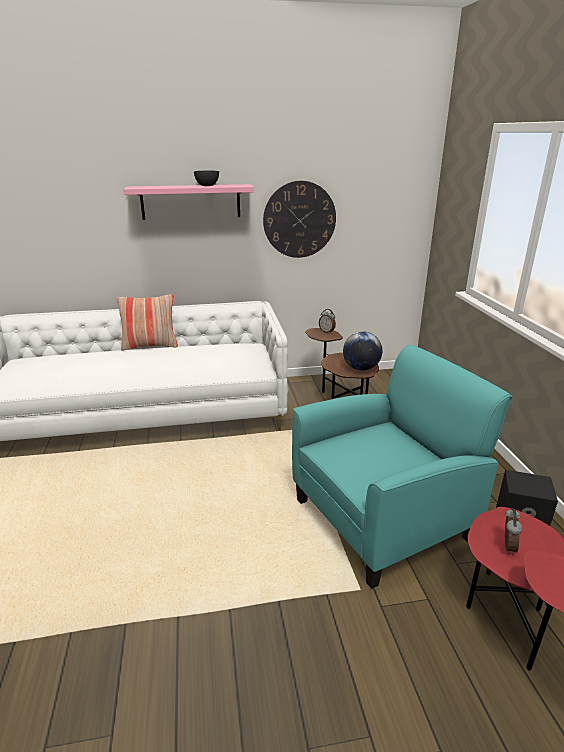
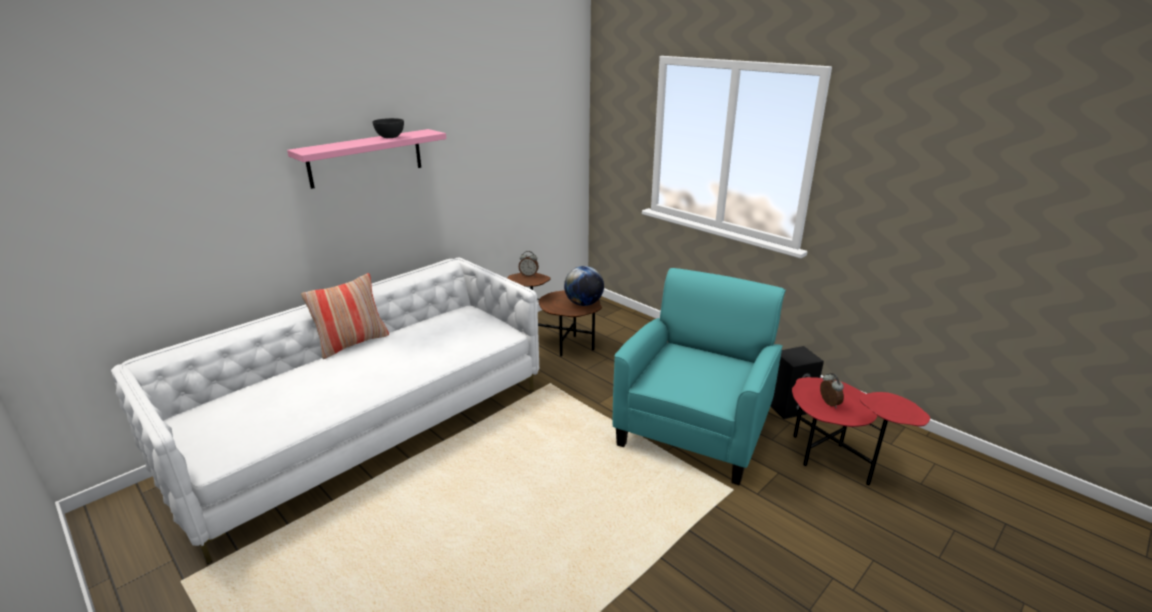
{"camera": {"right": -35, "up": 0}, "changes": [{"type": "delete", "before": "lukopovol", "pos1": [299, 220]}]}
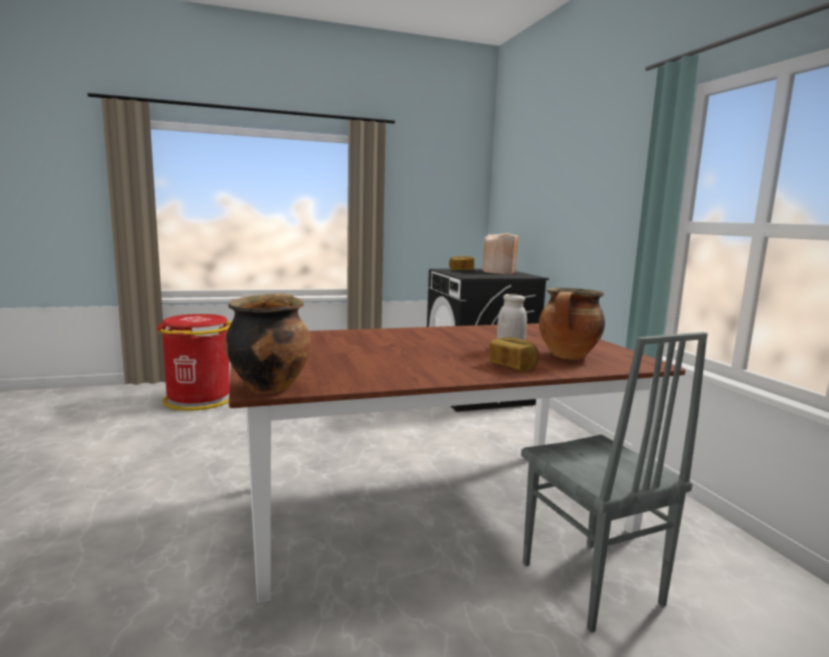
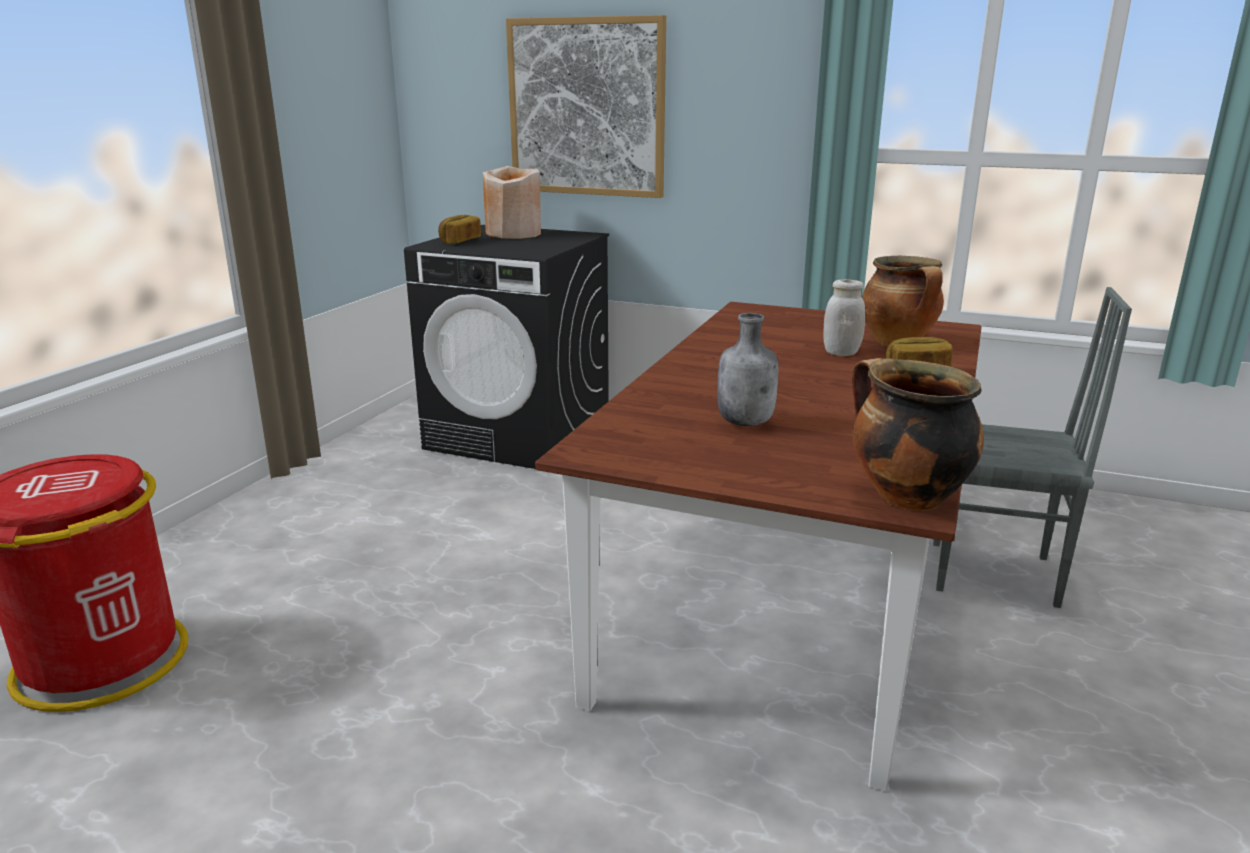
{"camera": {"right": -50, "up": 10}, "changes": [{"type": "insert", "after": "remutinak", "pos2": [586, 108]}, {"type": "insert", "after": "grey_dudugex", "pos2": [746, 422]}]}
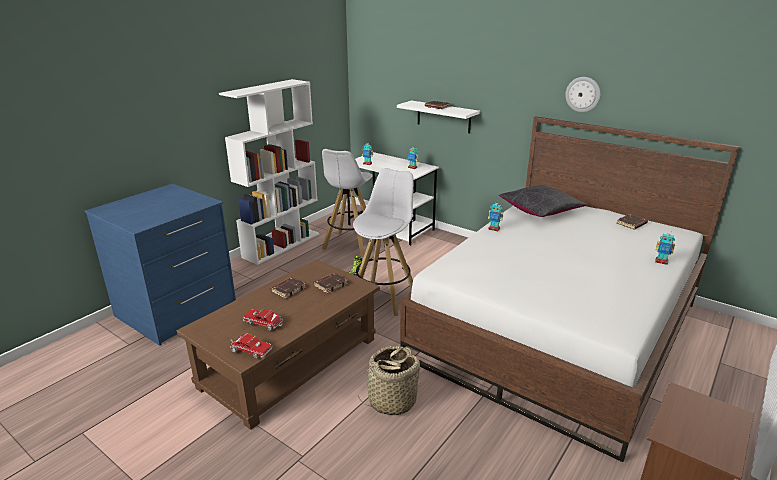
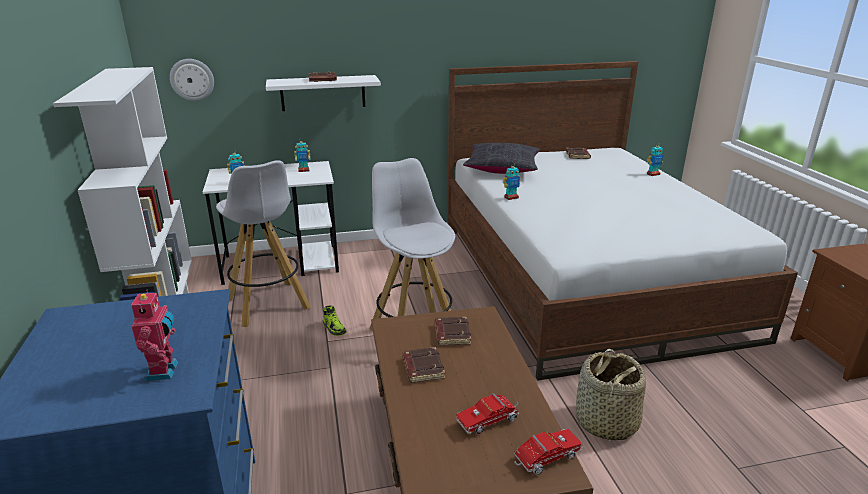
{"camera": {"right": -50, "up": 0}, "changes": [{"type": "insert", "after": "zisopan", "pos2": [164, 371]}, {"type": "move", "before": "lukopovol", "pos1": [583, 94], "pos2": [192, 79]}]}
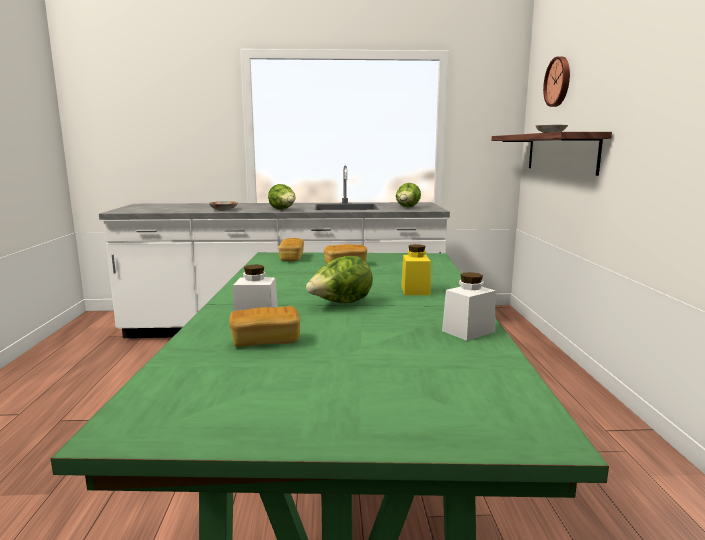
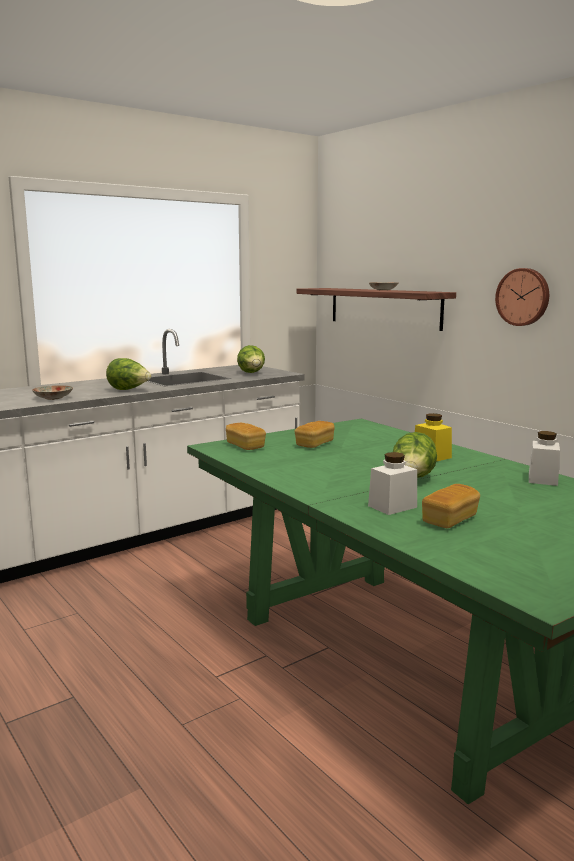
{"camera": {"right": -35, "up": 0}, "changes": [{"type": "move", "before": "lukopovol", "pos1": [559, 82], "pos2": [523, 297]}]}
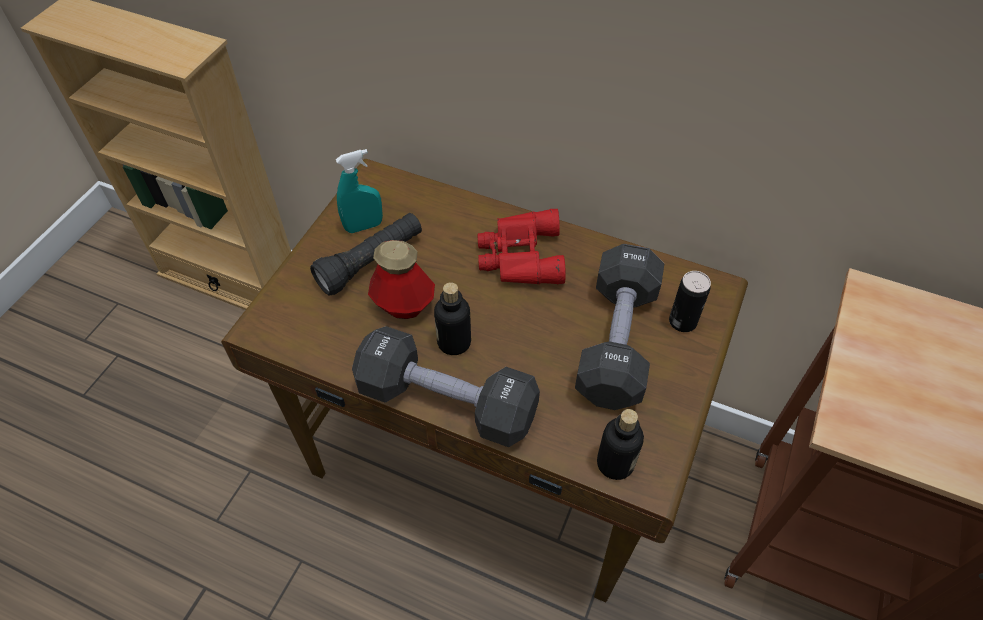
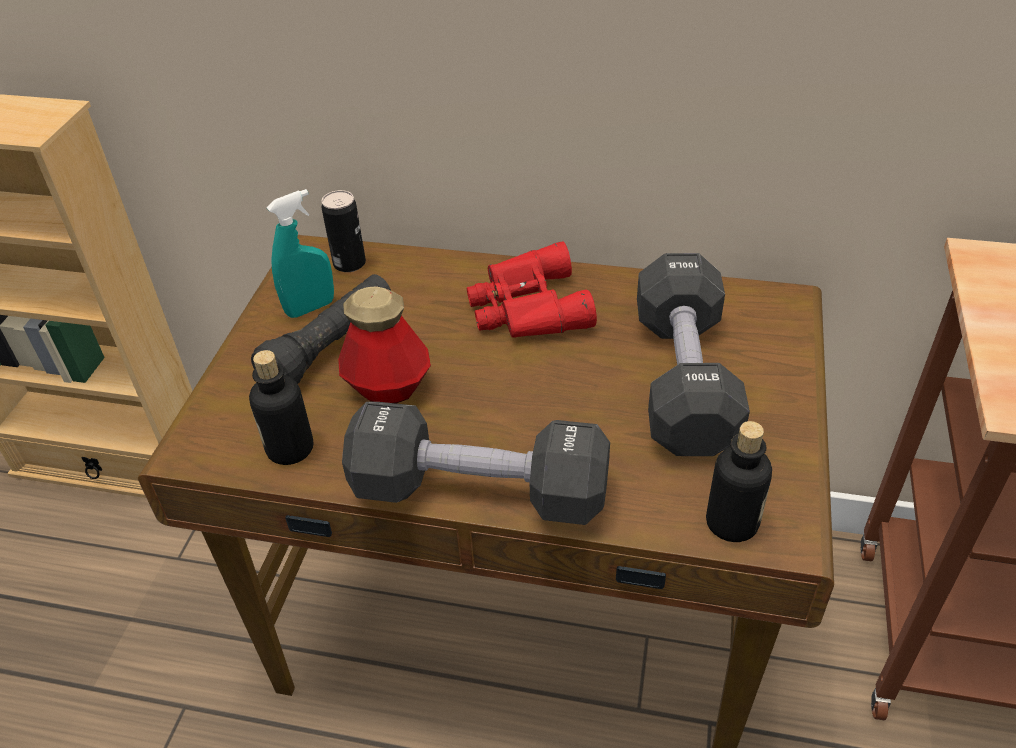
{"camera": {"right": -10, "up": -10}, "changes": [{"type": "move", "before": "dudugex", "pos1": [454, 342], "pos2": [290, 448]}, {"type": "move", "before": "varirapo", "pos1": [682, 321], "pos2": [349, 263]}]}
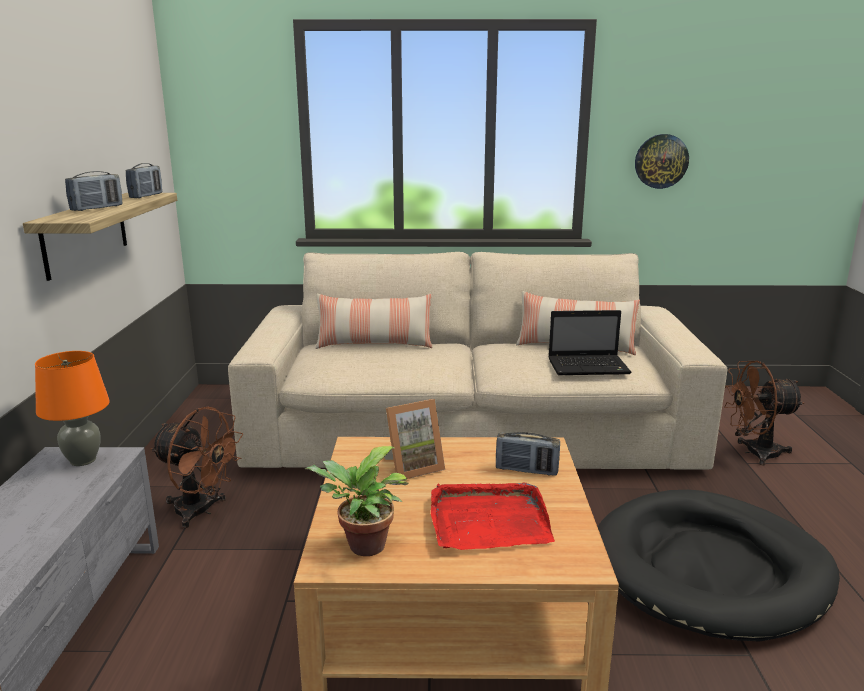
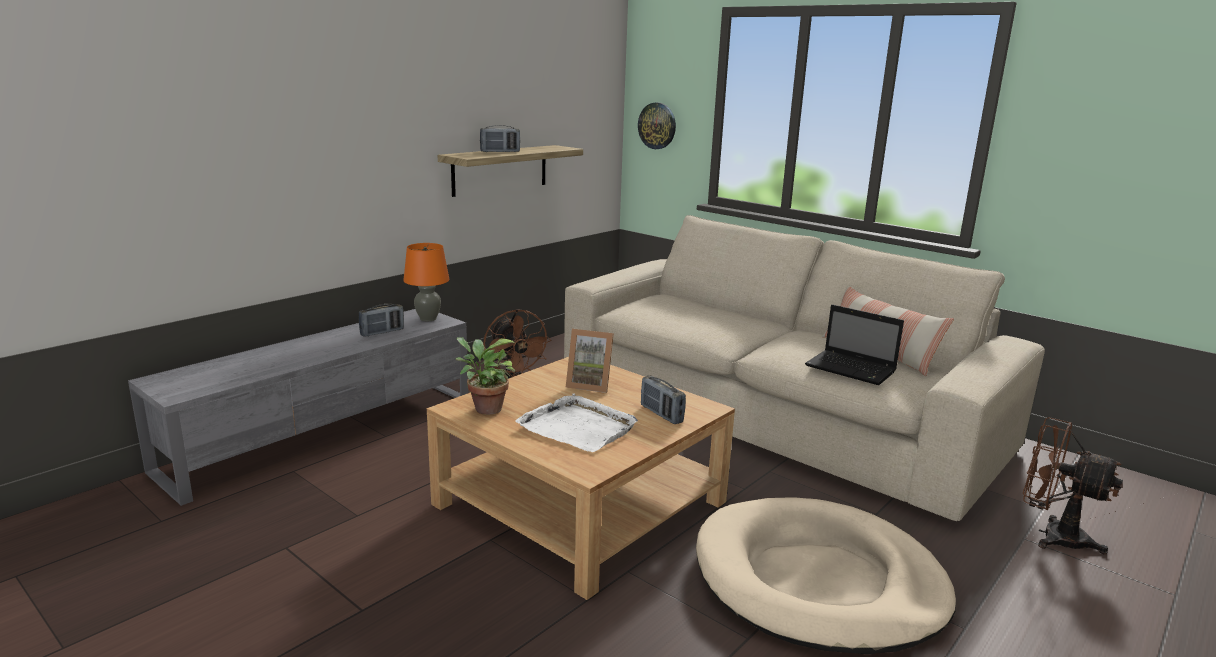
{"camera": {"right": 40, "up": 0}, "changes": [{"type": "delete", "before": "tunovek", "pos1": [374, 344]}, {"type": "move", "before": "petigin", "pos1": [146, 196], "pos2": [382, 332]}, {"type": "move", "before": "lukopovol", "pos1": [661, 161], "pos2": [657, 126]}, {"type": "recolor", "before": "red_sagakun", "after": "white_sagakun", "pos1": [488, 520], "pos2": [578, 427]}, {"type": "recolor", "before": "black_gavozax", "after": "beige_gavozax", "pos1": [710, 569], "pos2": [818, 581]}]}
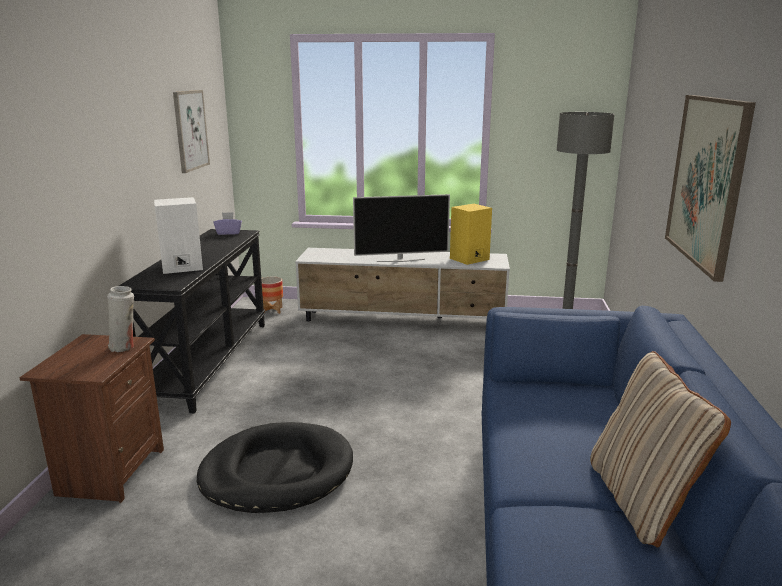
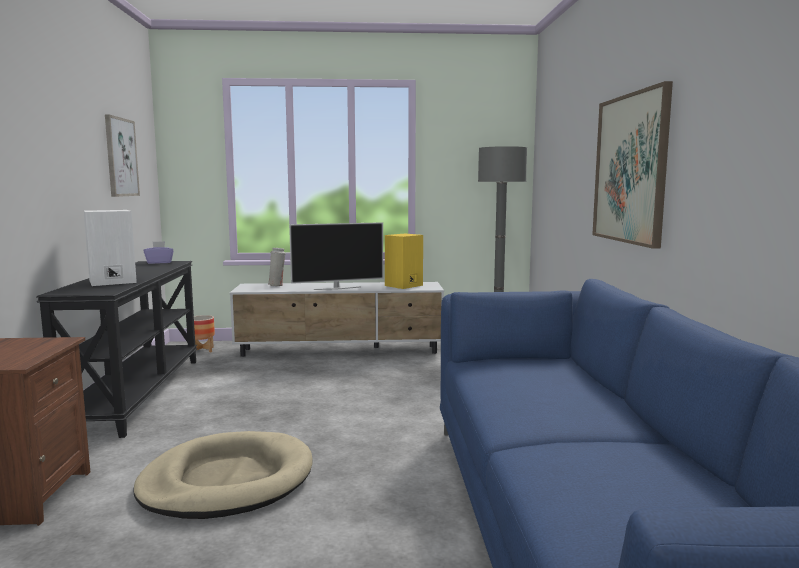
{"camera": {"right": -10, "up": -10}, "changes": [{"type": "delete", "before": "beige_tunovek", "pos1": [642, 500]}, {"type": "move", "before": "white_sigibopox", "pos1": [124, 347], "pos2": [277, 285]}, {"type": "recolor", "before": "black_gavozax", "after": "beige_gavozax", "pos1": [277, 472], "pos2": [227, 481]}]}
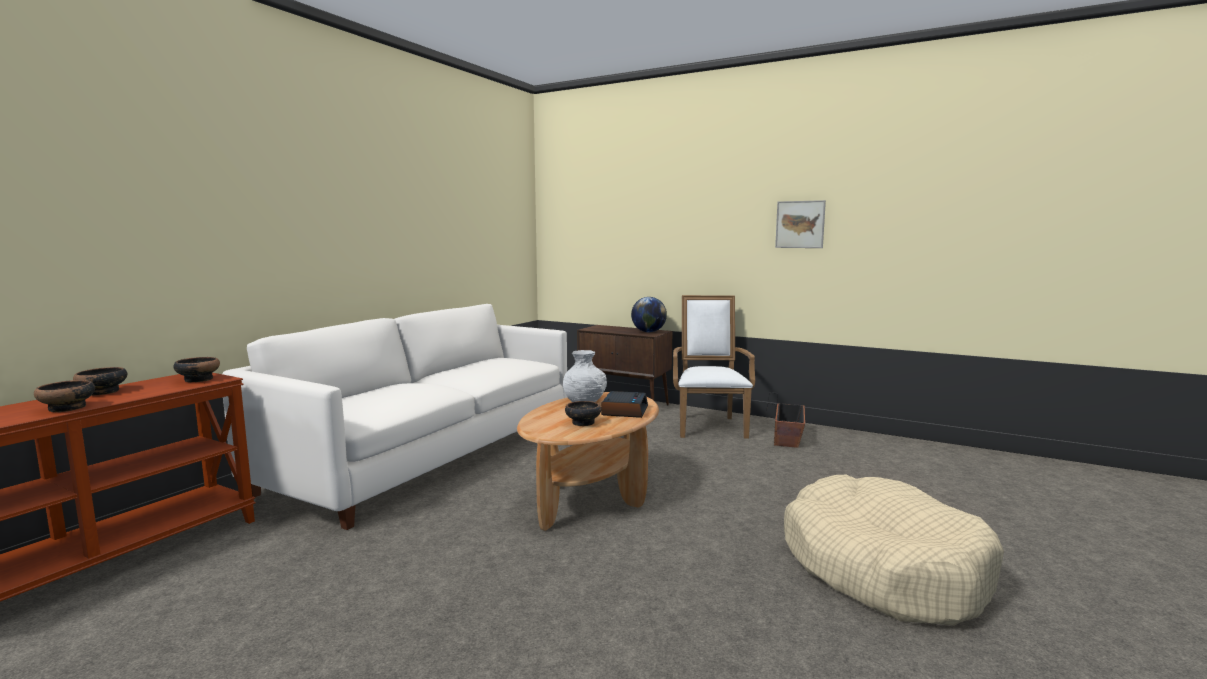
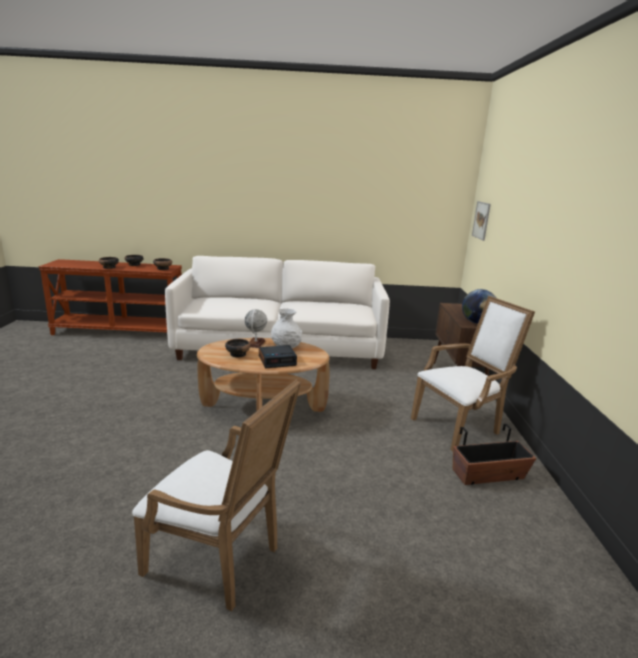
{"camera": {"right": 60, "up": 10}, "changes": [{"type": "insert", "after": "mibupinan", "pos2": [255, 343]}, {"type": "move", "before": "remutinak", "pos1": [800, 224], "pos2": [481, 220]}, {"type": "replace", "before": "beige_gavozax", "after": "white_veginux", "pos1": [882, 568], "pos2": [220, 561]}]}
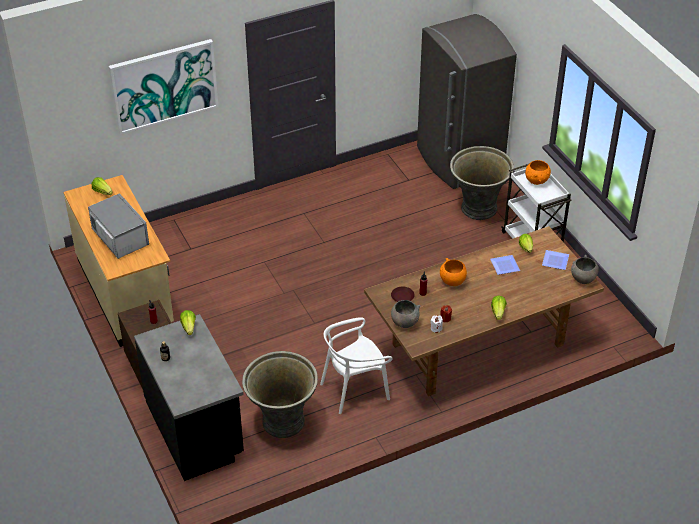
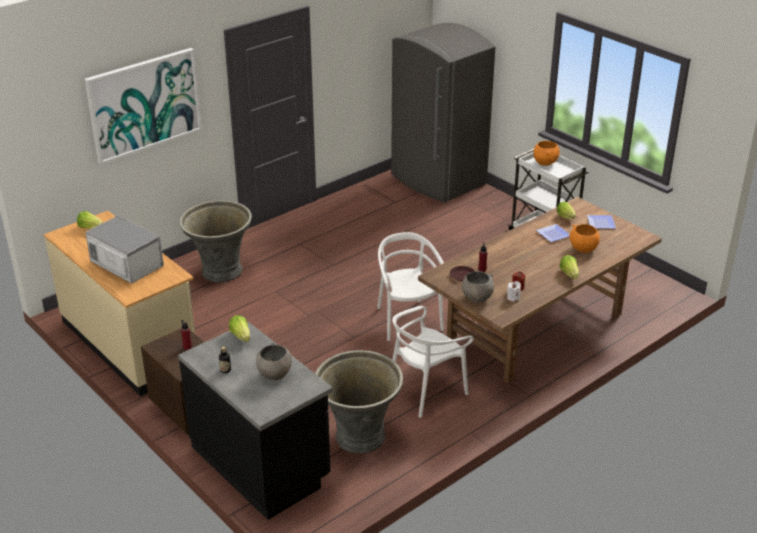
{"camera": {"right": -15, "up": -10}, "changes": [{"type": "insert", "after": "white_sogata", "pos2": [407, 320]}, {"type": "move", "before": "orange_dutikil", "pos1": [452, 281], "pos2": [583, 249]}, {"type": "move", "before": "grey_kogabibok", "pos1": [478, 208], "pos2": [220, 271]}, {"type": "move", "before": "grey_dutikil", "pos1": [583, 279], "pos2": [274, 374]}]}
